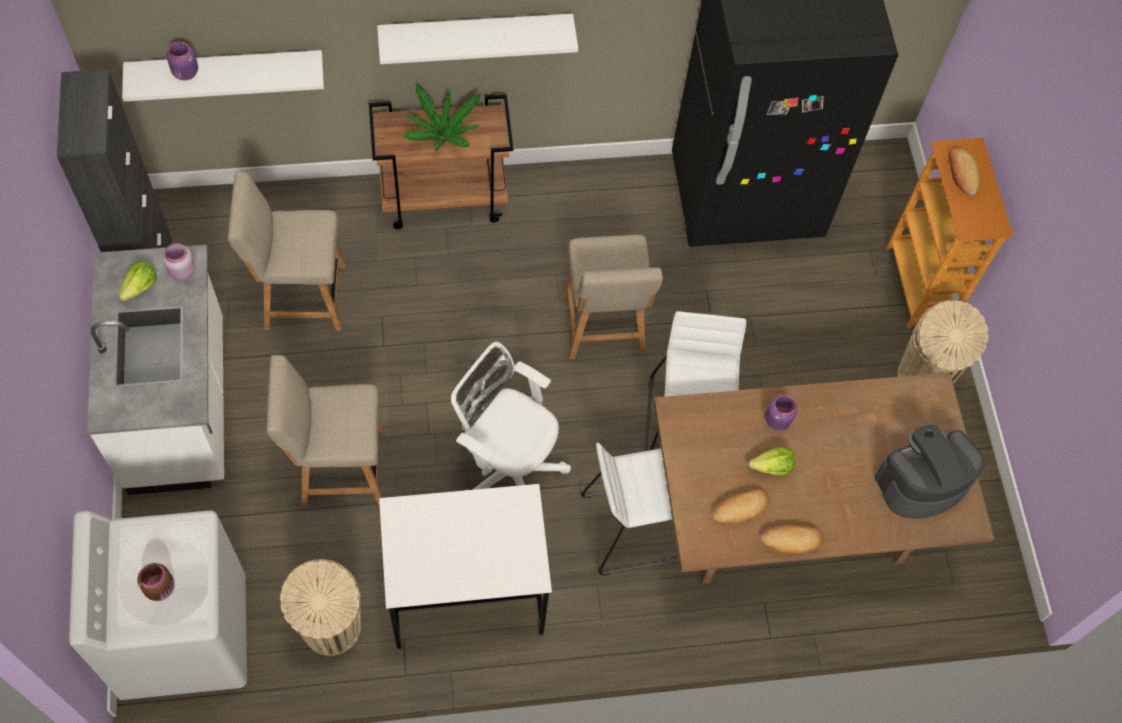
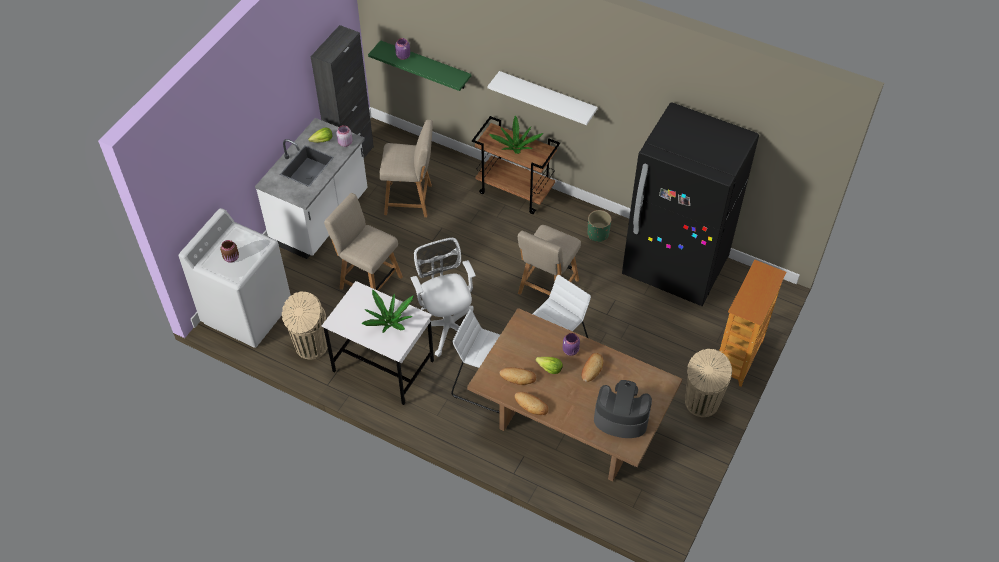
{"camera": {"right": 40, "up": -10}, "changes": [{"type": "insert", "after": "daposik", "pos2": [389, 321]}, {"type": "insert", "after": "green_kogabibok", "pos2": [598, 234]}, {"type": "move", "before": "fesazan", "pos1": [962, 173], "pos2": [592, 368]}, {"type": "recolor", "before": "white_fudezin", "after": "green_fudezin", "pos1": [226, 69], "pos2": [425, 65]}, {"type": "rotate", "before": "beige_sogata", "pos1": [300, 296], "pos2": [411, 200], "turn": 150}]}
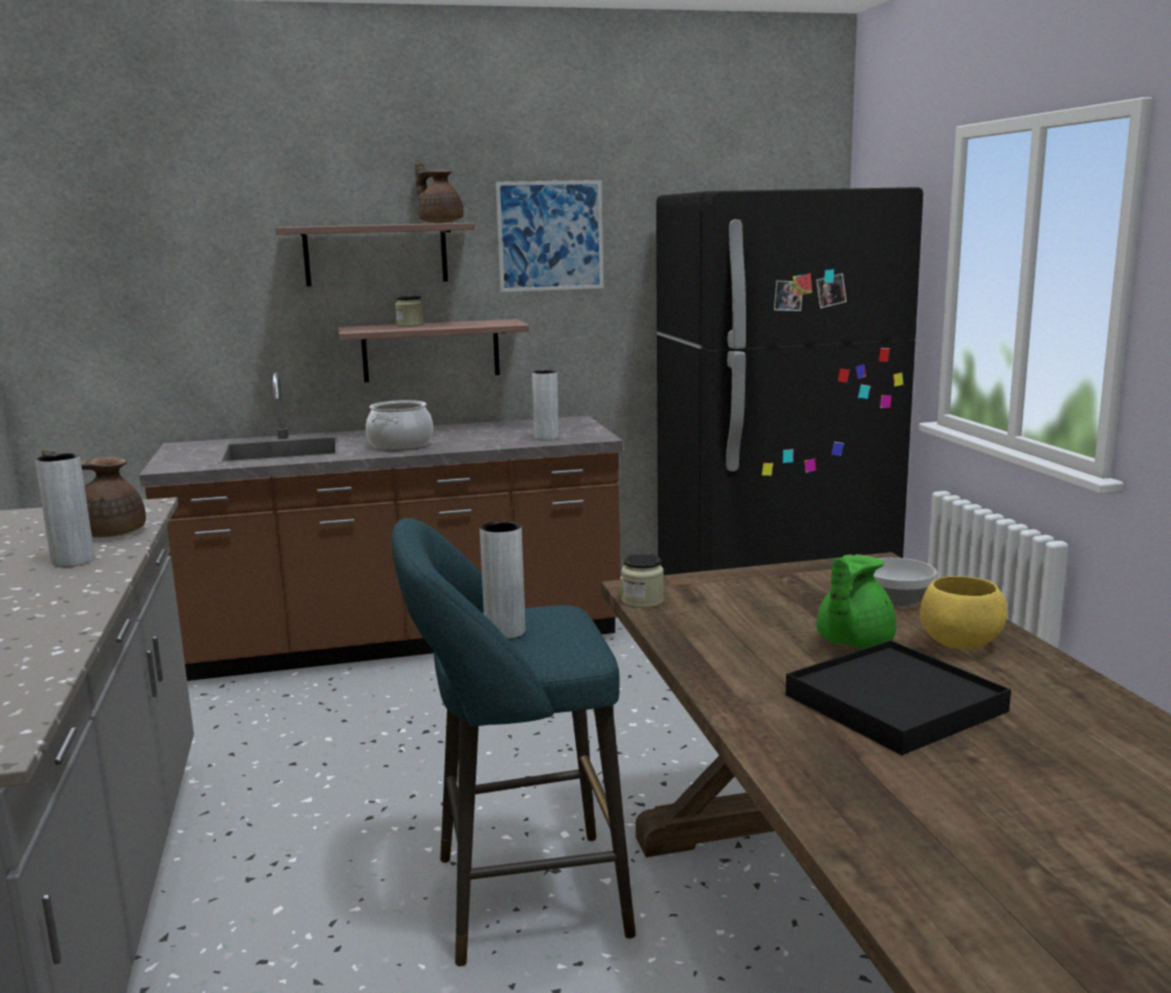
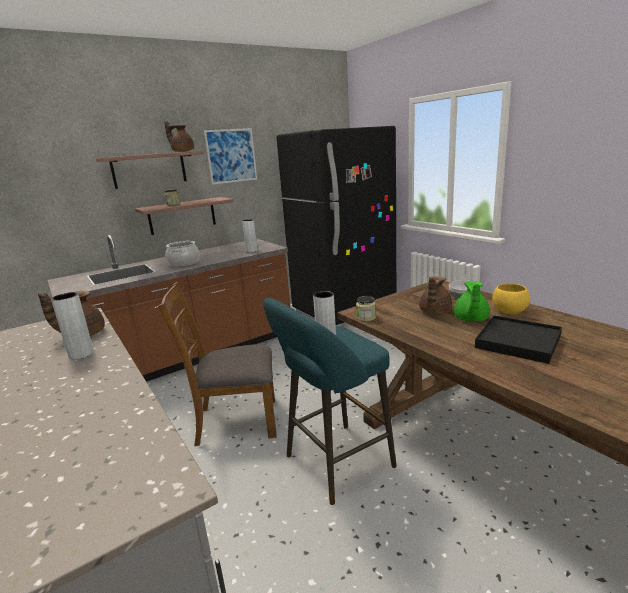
{"camera": {"right": -20, "up": 5}, "changes": [{"type": "insert", "after": "brown_sogata", "pos2": [236, 421]}, {"type": "insert", "after": "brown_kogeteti", "pos2": [434, 312]}]}
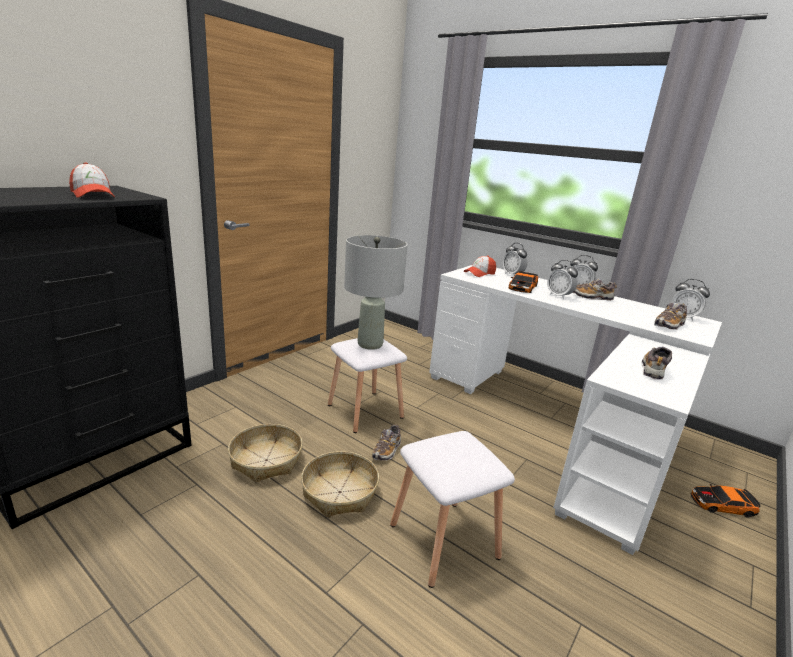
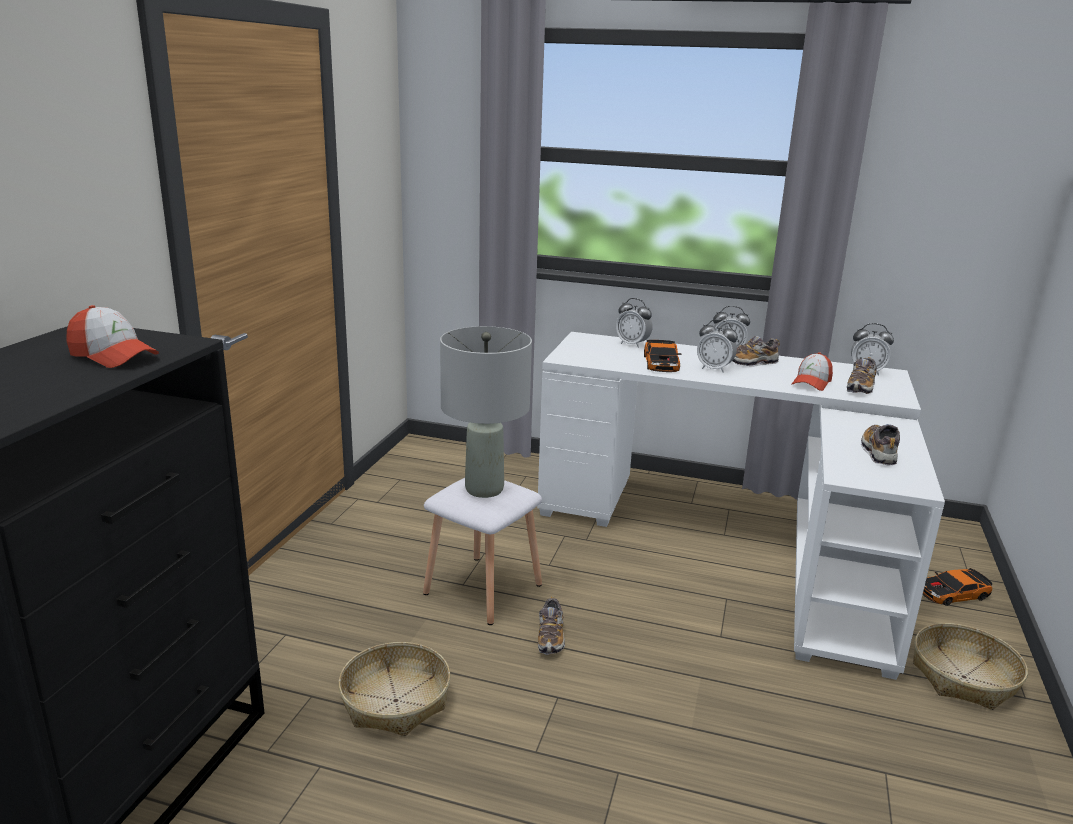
{"camera": {"right": -20, "up": 0}, "changes": [{"type": "delete", "before": "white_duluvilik", "pos1": [442, 540]}, {"type": "move", "before": "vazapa", "pos1": [340, 492], "pos2": [963, 677]}, {"type": "move", "before": "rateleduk", "pos1": [479, 273], "pos2": [811, 383]}]}
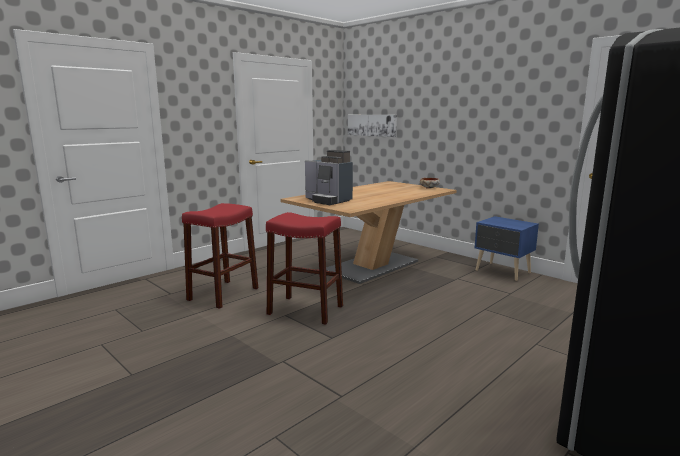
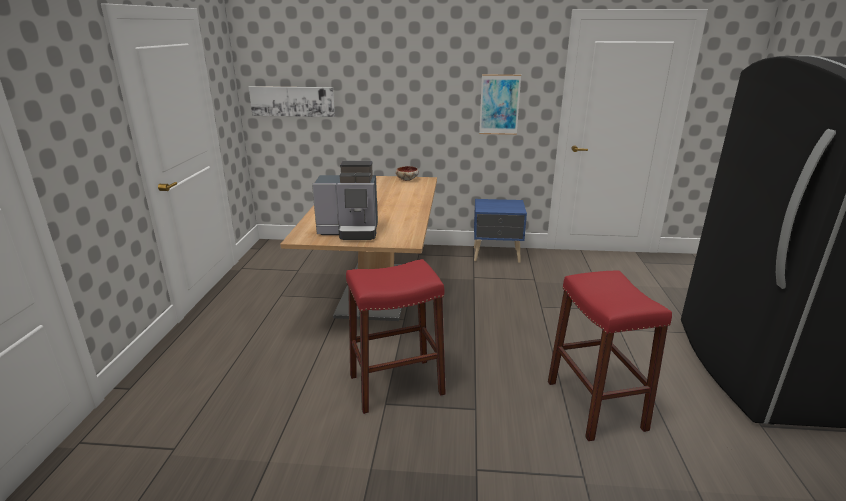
{"camera": {"right": -40, "up": 10}, "changes": [{"type": "insert", "after": "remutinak", "pos2": [499, 104]}, {"type": "move", "before": "red_duluvilik", "pos1": [223, 294], "pos2": [595, 404]}]}
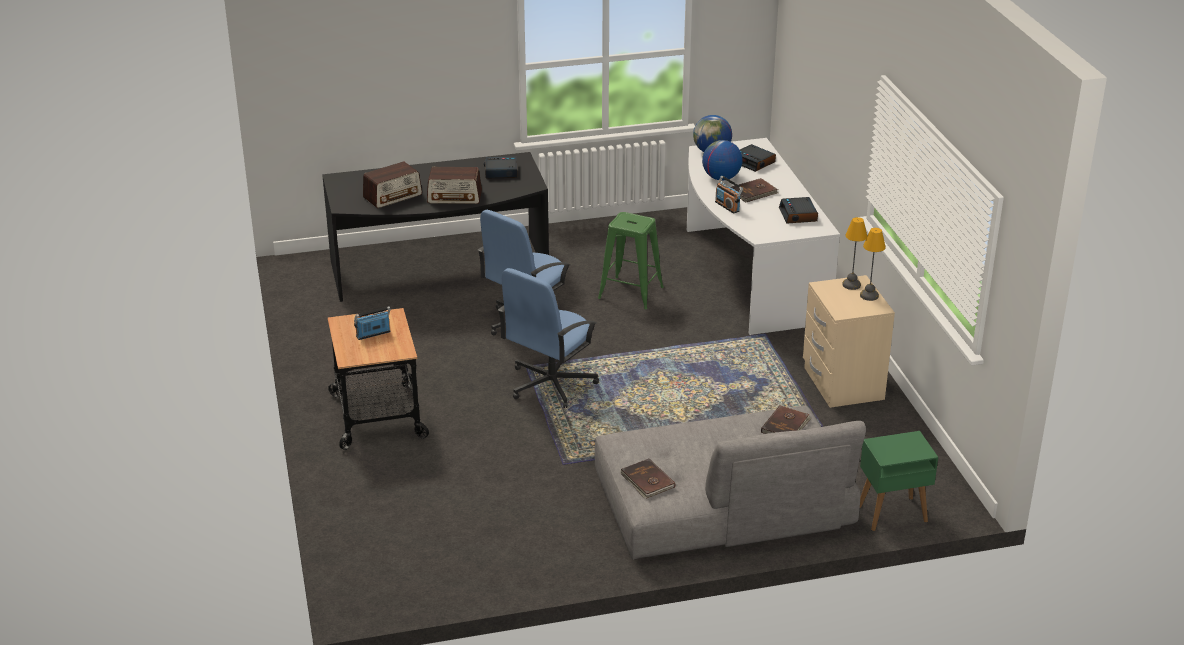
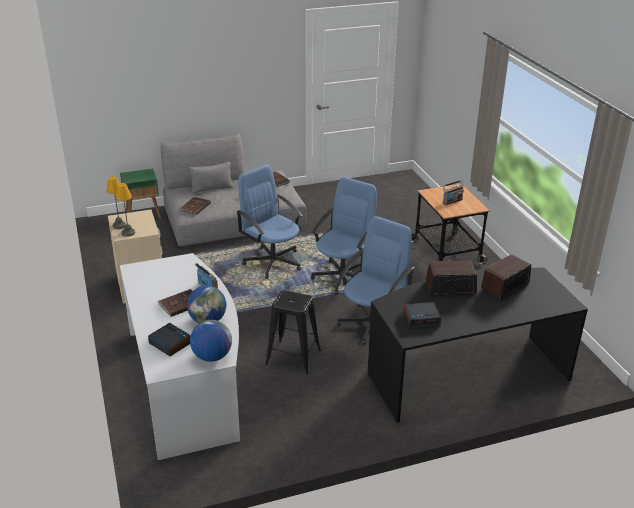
{"camera": {"right": 175, "up": 0}, "changes": [{"type": "delete", "before": "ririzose", "pos1": [798, 215]}, {"type": "insert", "after": "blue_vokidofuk", "pos2": [272, 261]}, {"type": "recolor", "before": "green_duluvilik", "after": "black_duluvilik", "pos1": [631, 293], "pos2": [292, 357]}]}
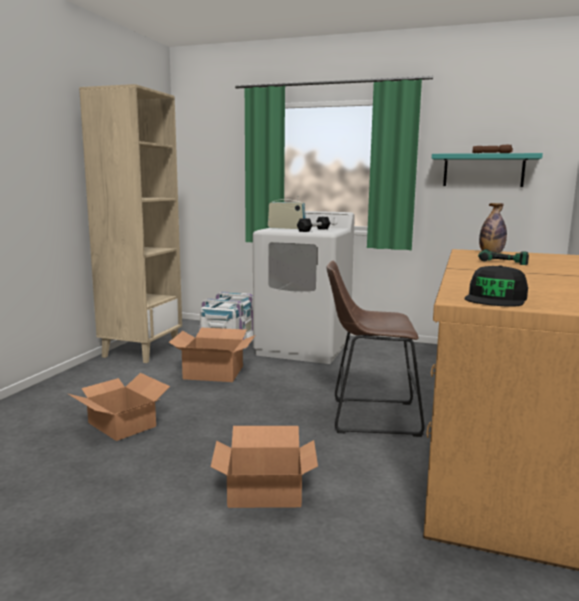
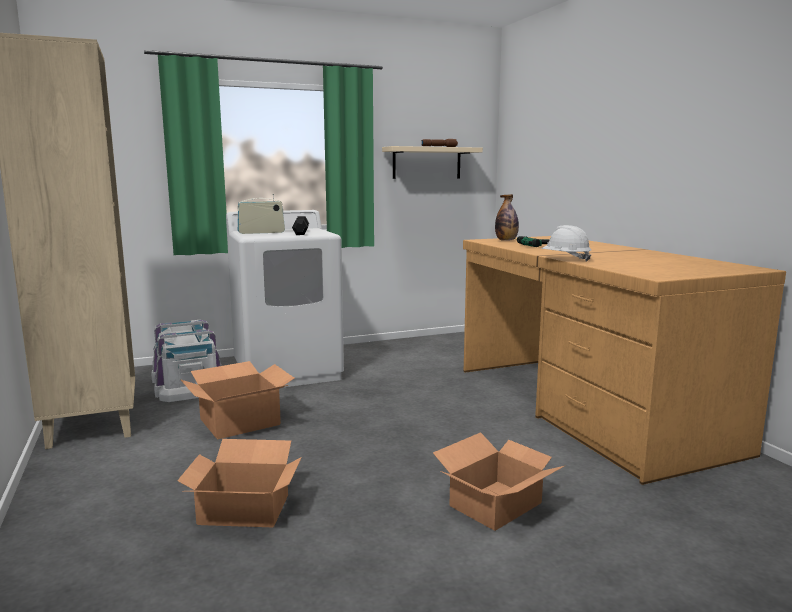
{"camera": {"right": -40, "up": 0}, "changes": [{"type": "delete", "before": "brown_duluvilik", "pos1": [369, 416]}, {"type": "delete", "before": "black_rateleduk", "pos1": [496, 299]}, {"type": "insert", "after": "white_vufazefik", "pos2": [565, 259]}, {"type": "recolor", "before": "turquoise_fudezin", "after": "beige_fudezin", "pos1": [483, 170], "pos2": [427, 163]}]}
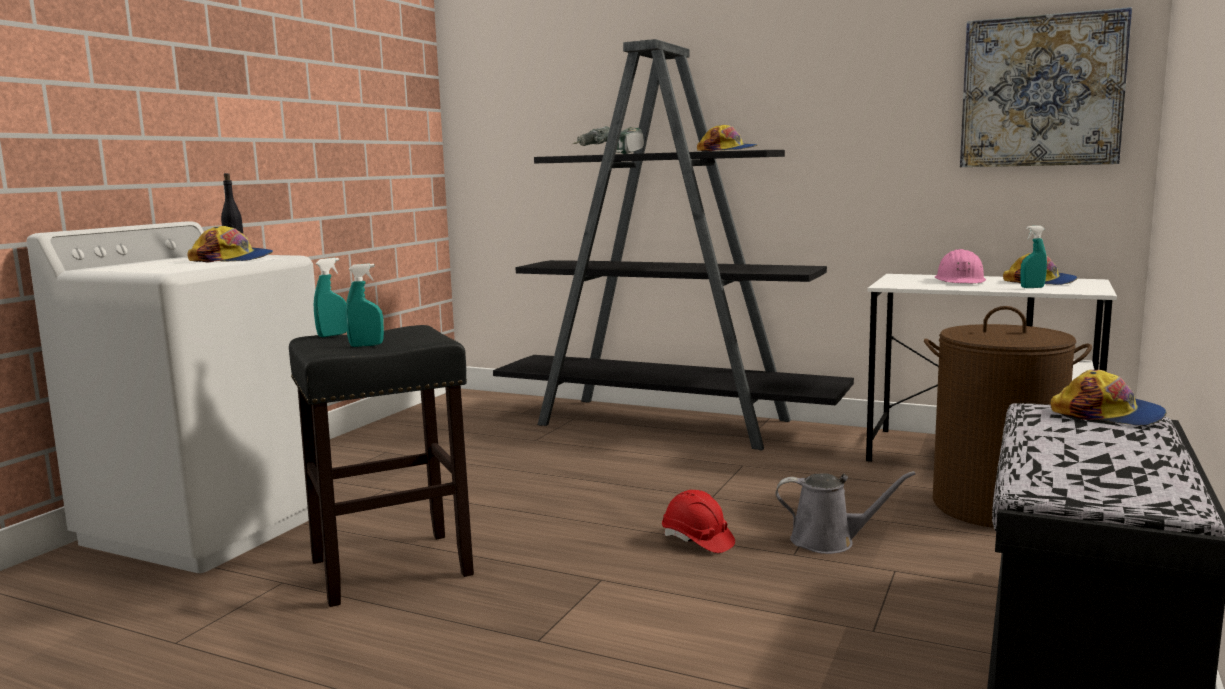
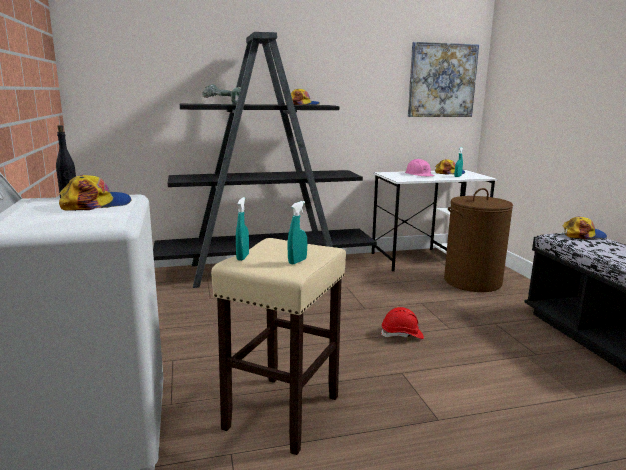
{"camera": {"right": -40, "up": 5}, "changes": [{"type": "delete", "before": "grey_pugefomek", "pos1": [829, 541]}, {"type": "recolor", "before": "black_duluvilik", "after": "beige_duluvilik", "pos1": [393, 567], "pos2": [283, 411]}]}
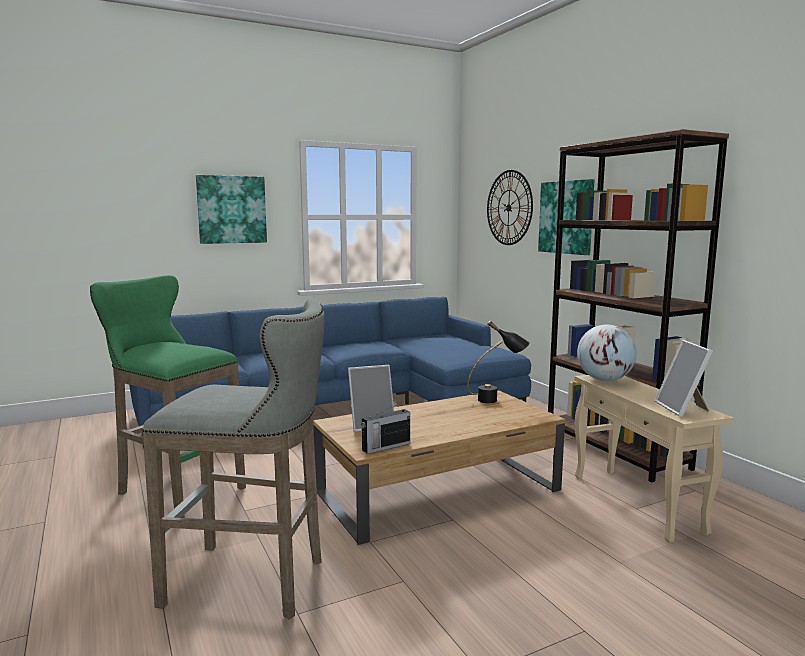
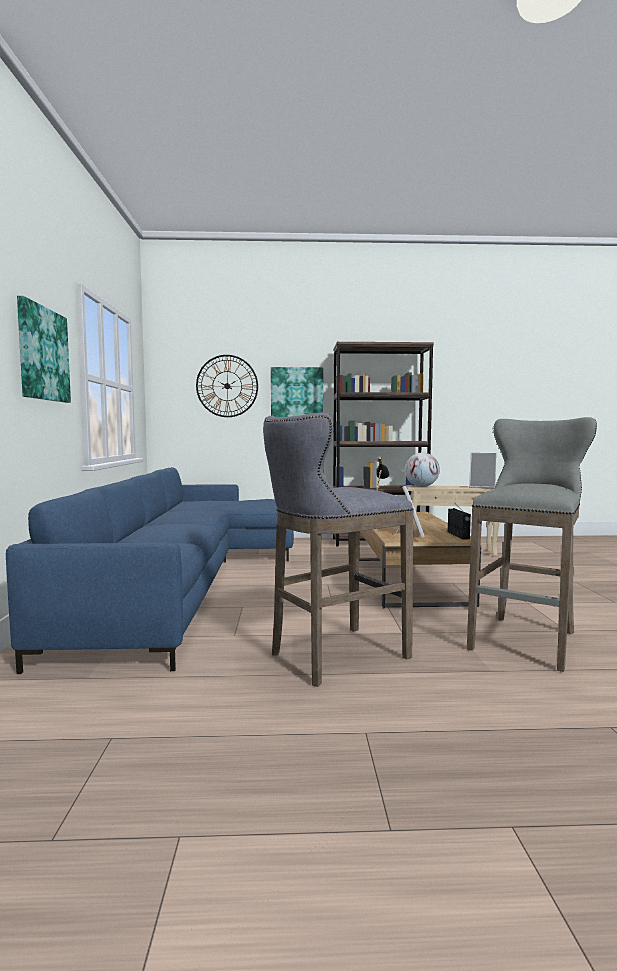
{"camera": {"right": -65, "up": -5}, "changes": [{"type": "recolor", "before": "green_duluvilik", "after": "grey_duluvilik", "pos1": [176, 490], "pos2": [333, 657]}]}
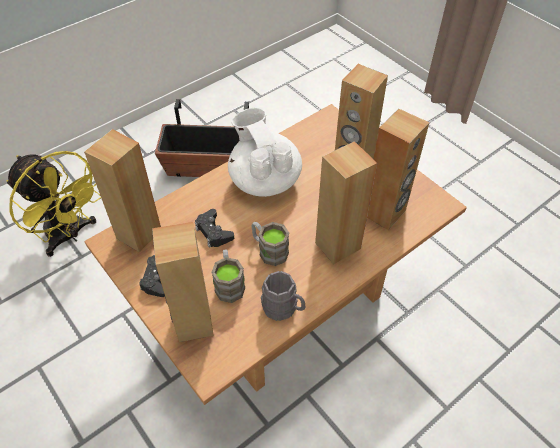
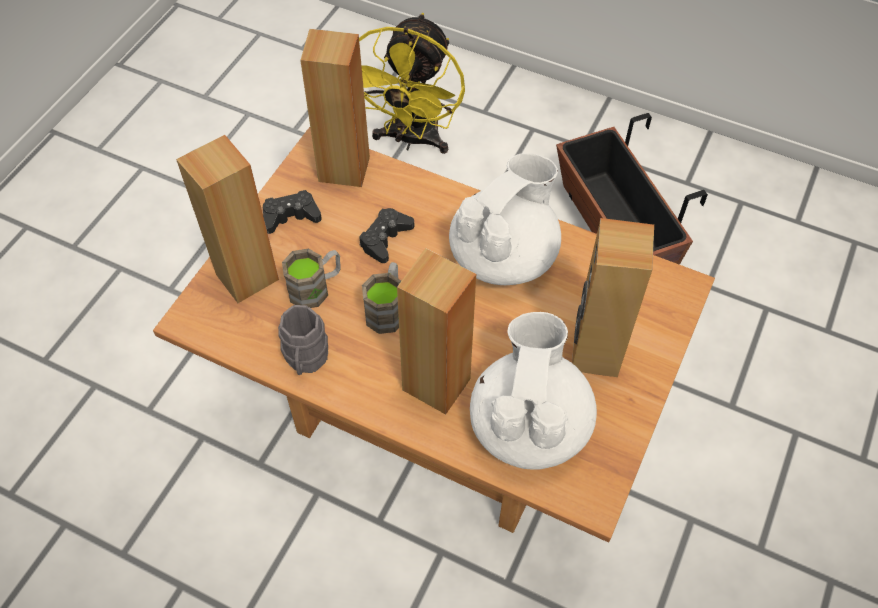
{"camera": {"right": 65, "up": 5}, "changes": [{"type": "replace", "before": "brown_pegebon", "after": "white_kogeteti", "pos1": [385, 213], "pos2": [529, 424]}]}
